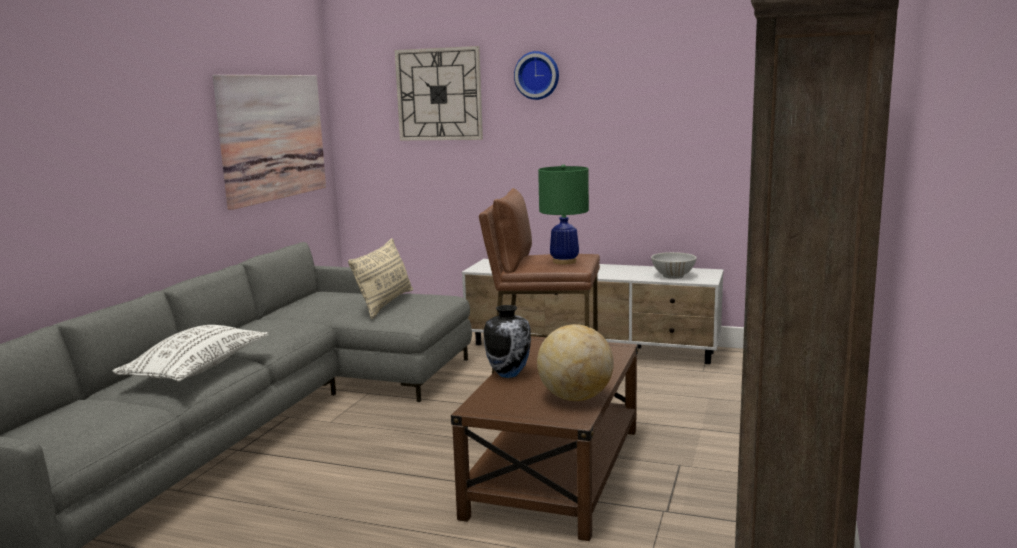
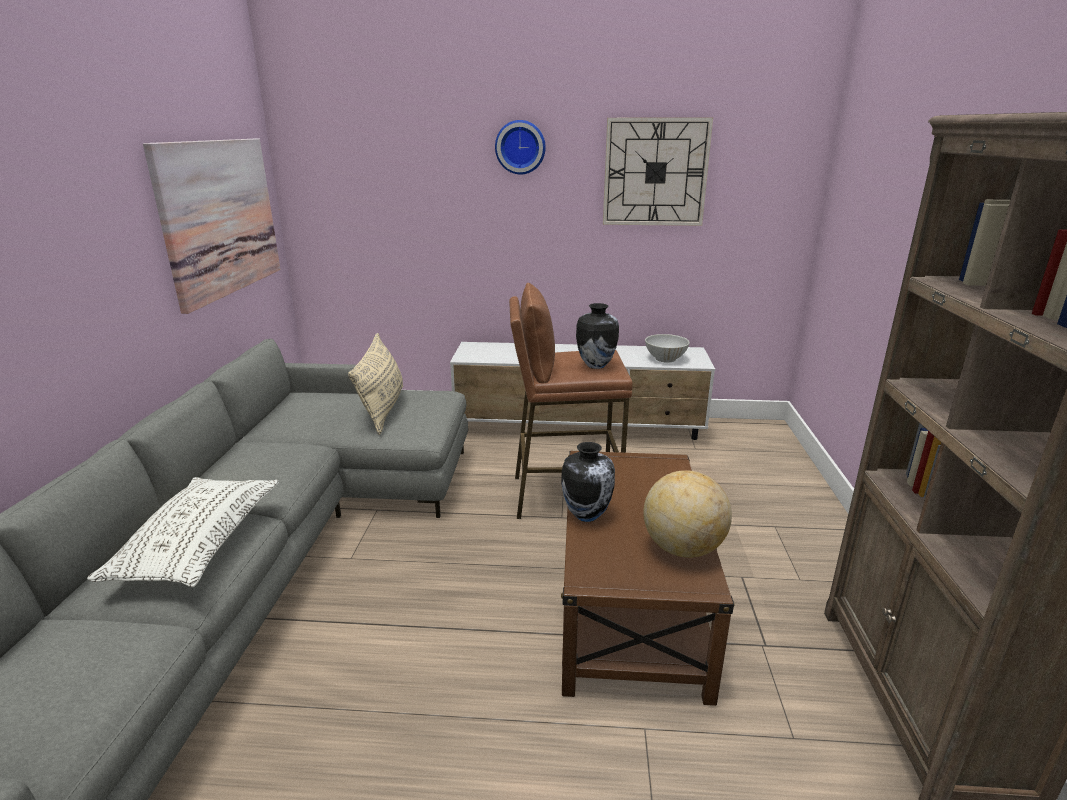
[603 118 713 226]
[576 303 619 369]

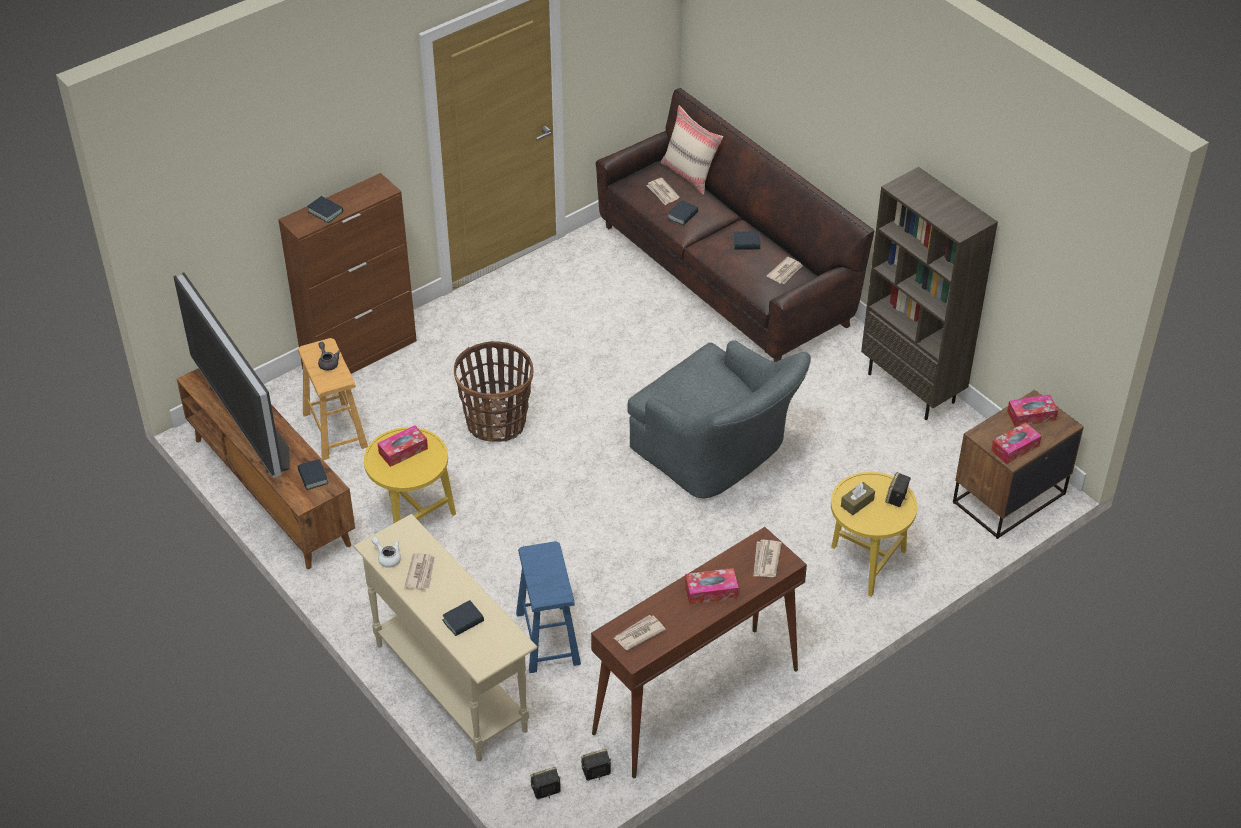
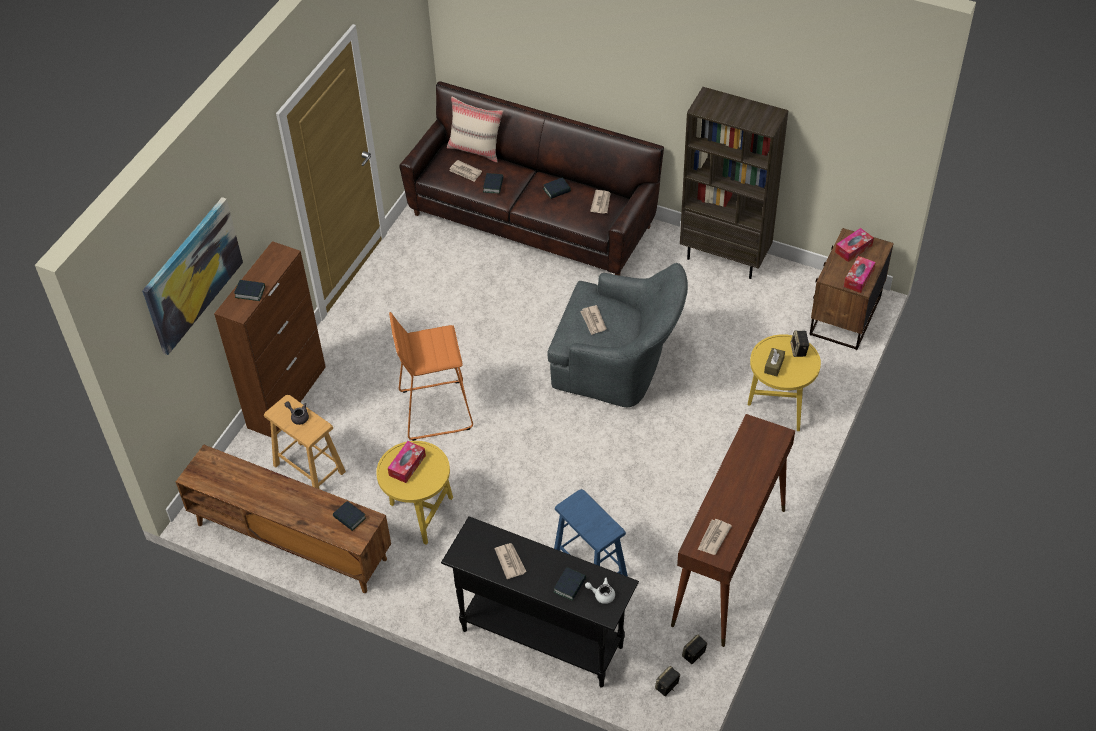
[174 272 290 478] (first image)
[389 312 473 441]
[441 516 639 688]
[585 577 615 604]
[580 305 607 335]
[685 568 739 604] (first image)
[142 197 243 355]

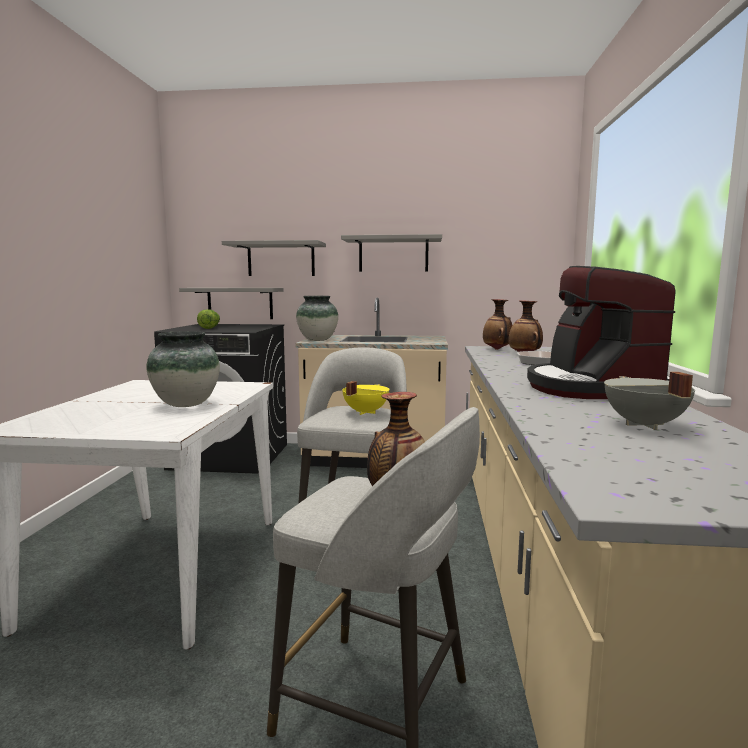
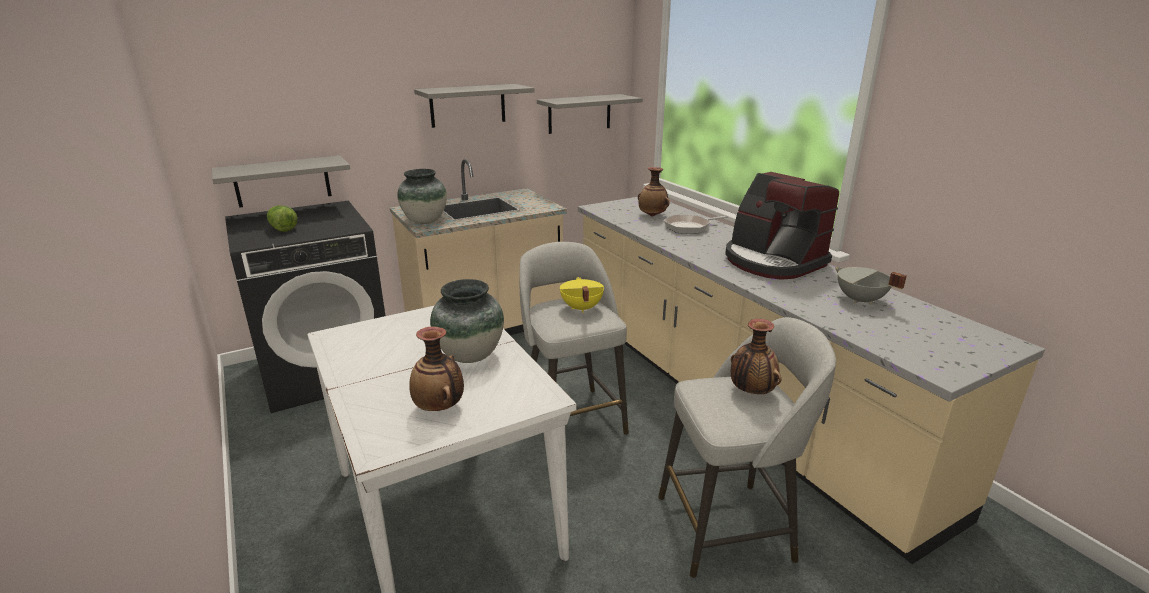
[537 94 643 134]
[409 326 464 411]

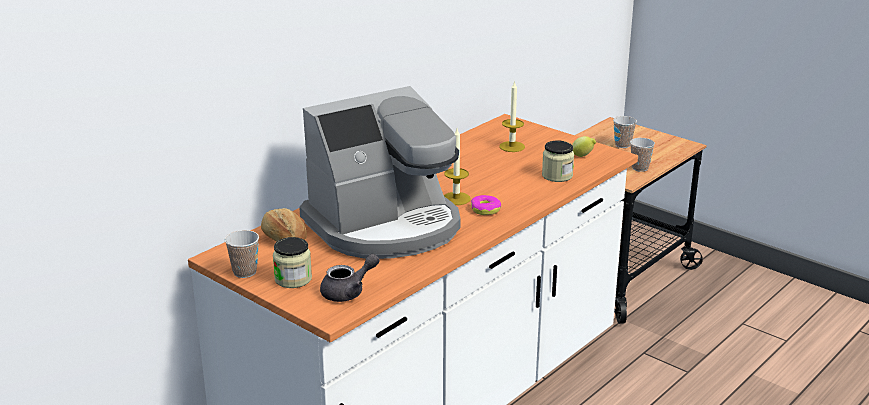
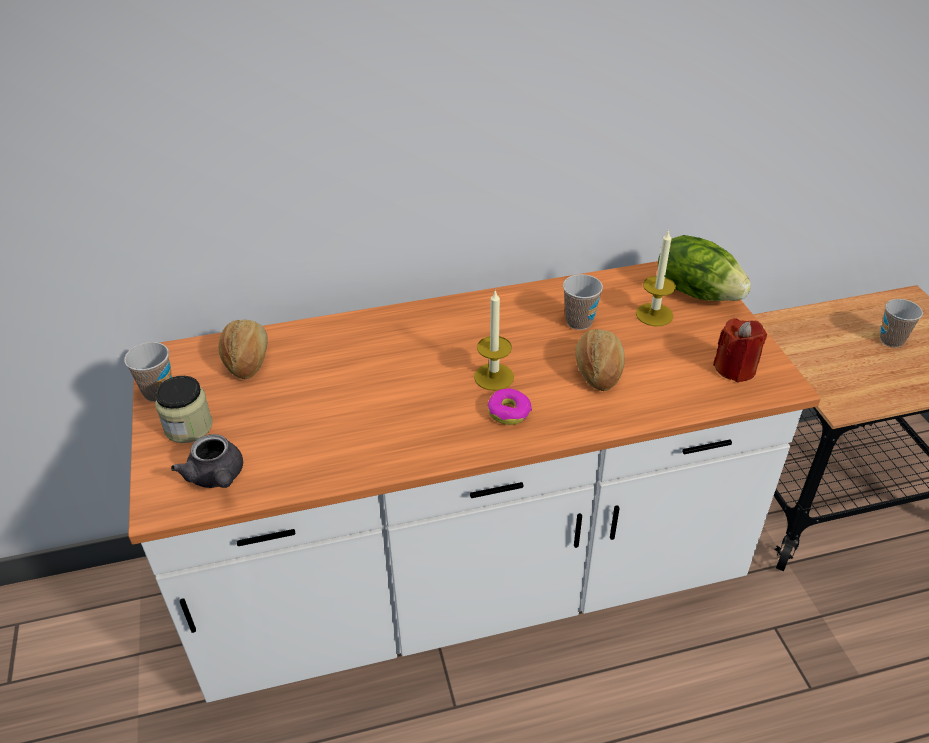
[299 86 460 259] (first image)
[713 318 767 382]
[563 274 603 330]
[542 141 574 182] (first image)
[171 434 243 488]
[658 235 751 301]
[575 329 625 391]

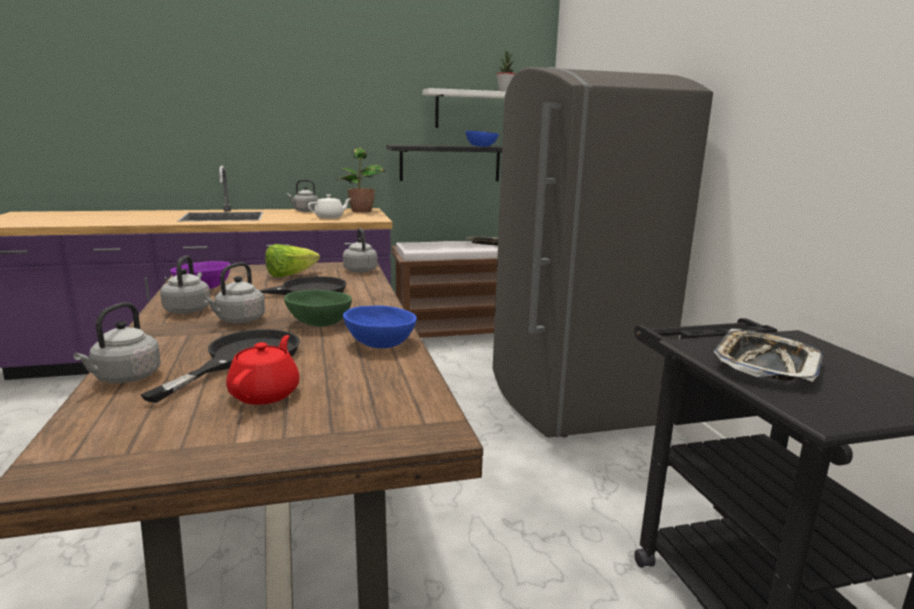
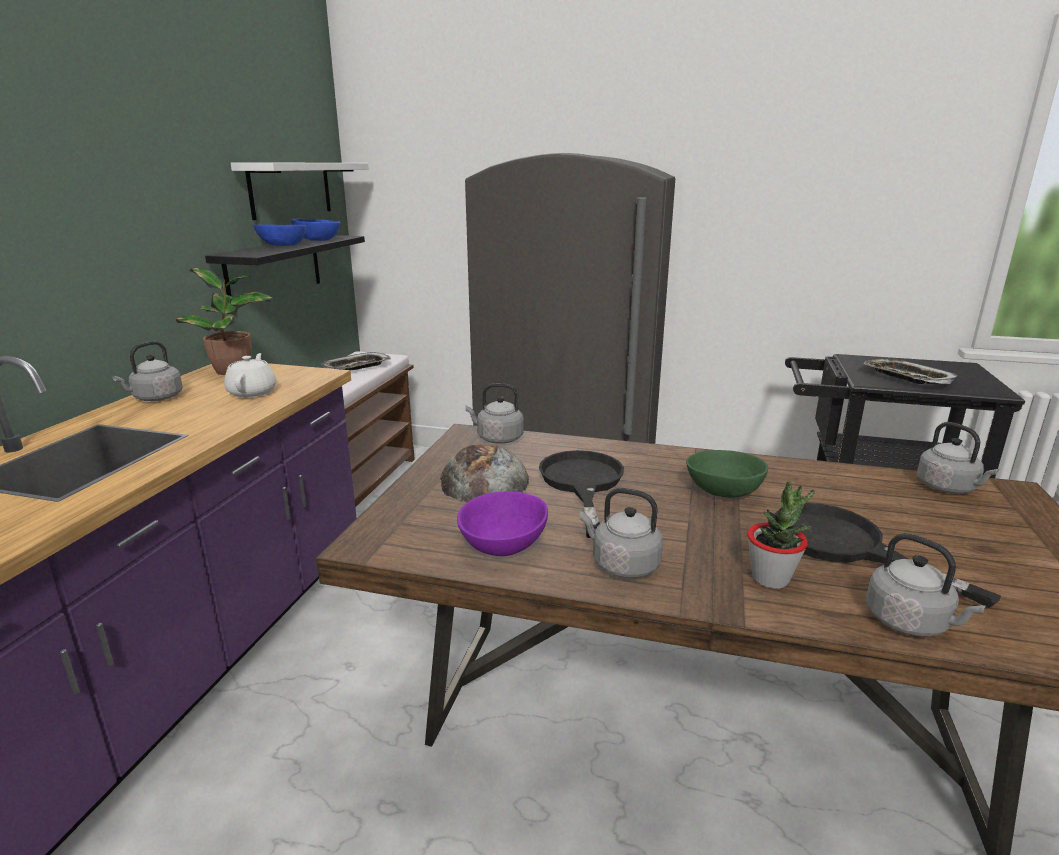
[747 481 815 589]
[440 445 529 502]
[917 422 999 494]
[253 224 306 246]
[226 335 299 405] (first image)

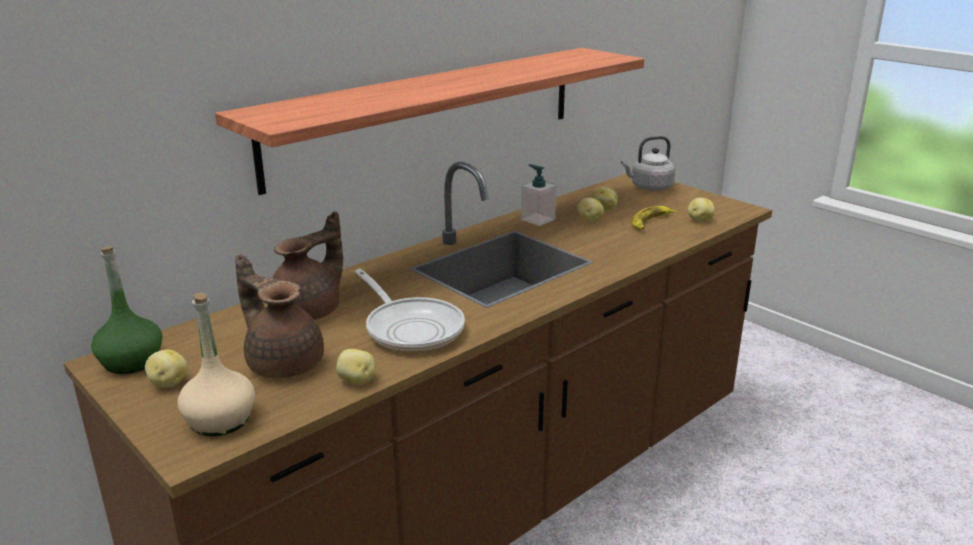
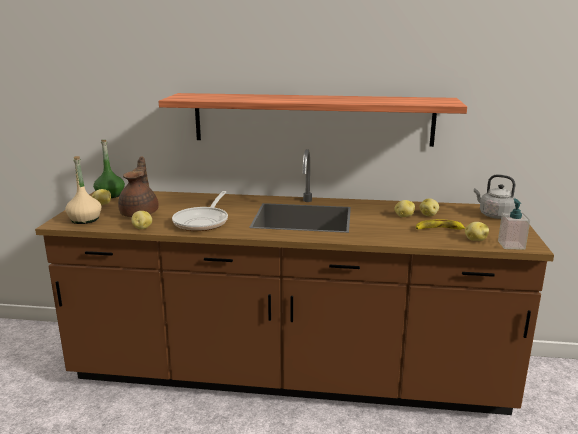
[498 198 530 250]
[273 211 343 320] (first image)

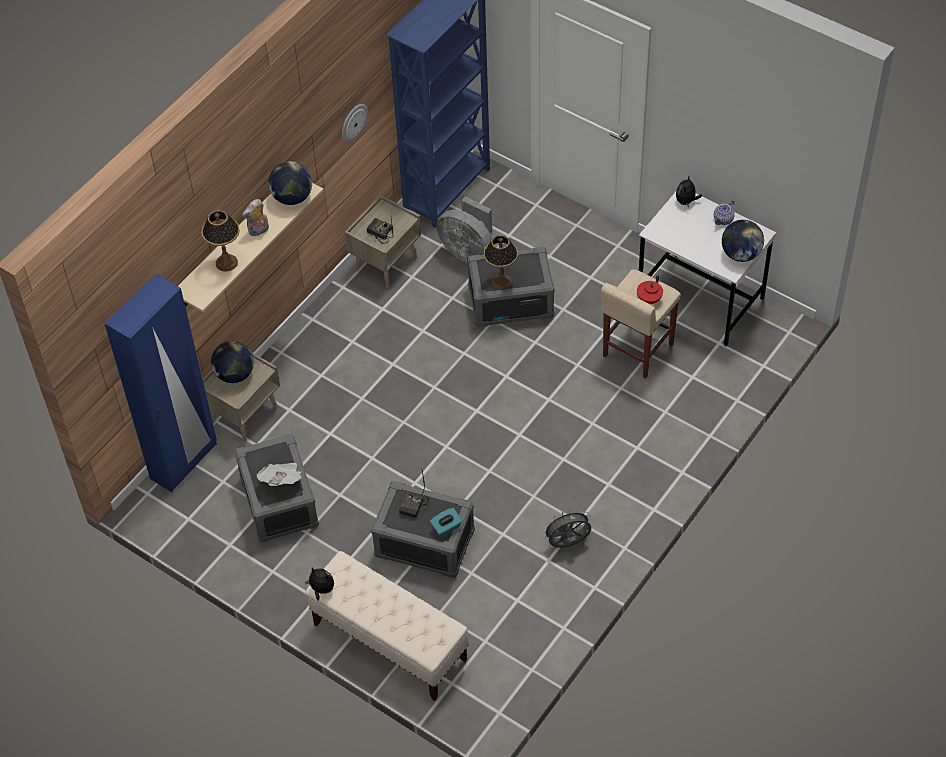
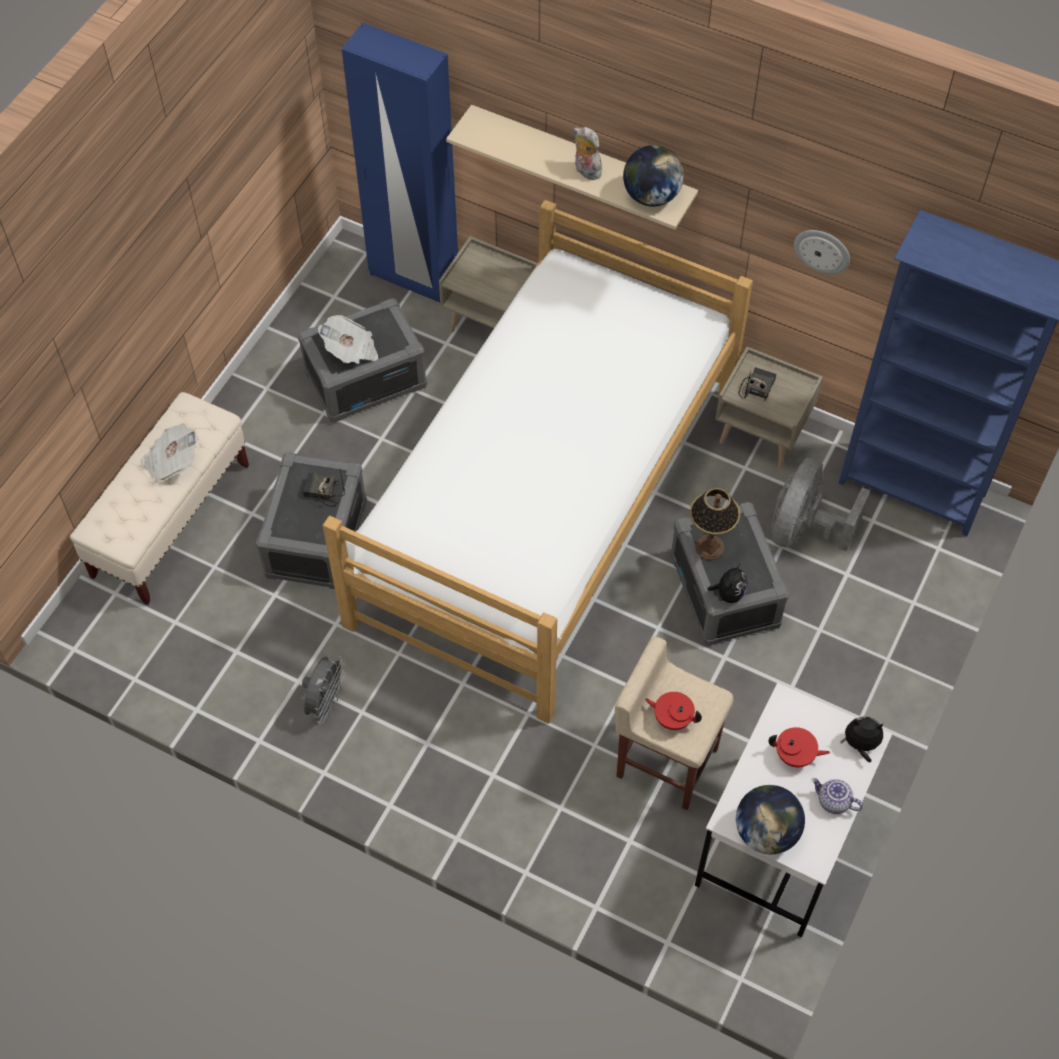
[201 210 240 272] (first image)
[211 341 254 383] (first image)
[430 508 462 537] (first image)
[302 656 346 724]
[708 564 747 603]
[322 200 753 724]
[141 423 199 483]
[768 727 830 767]

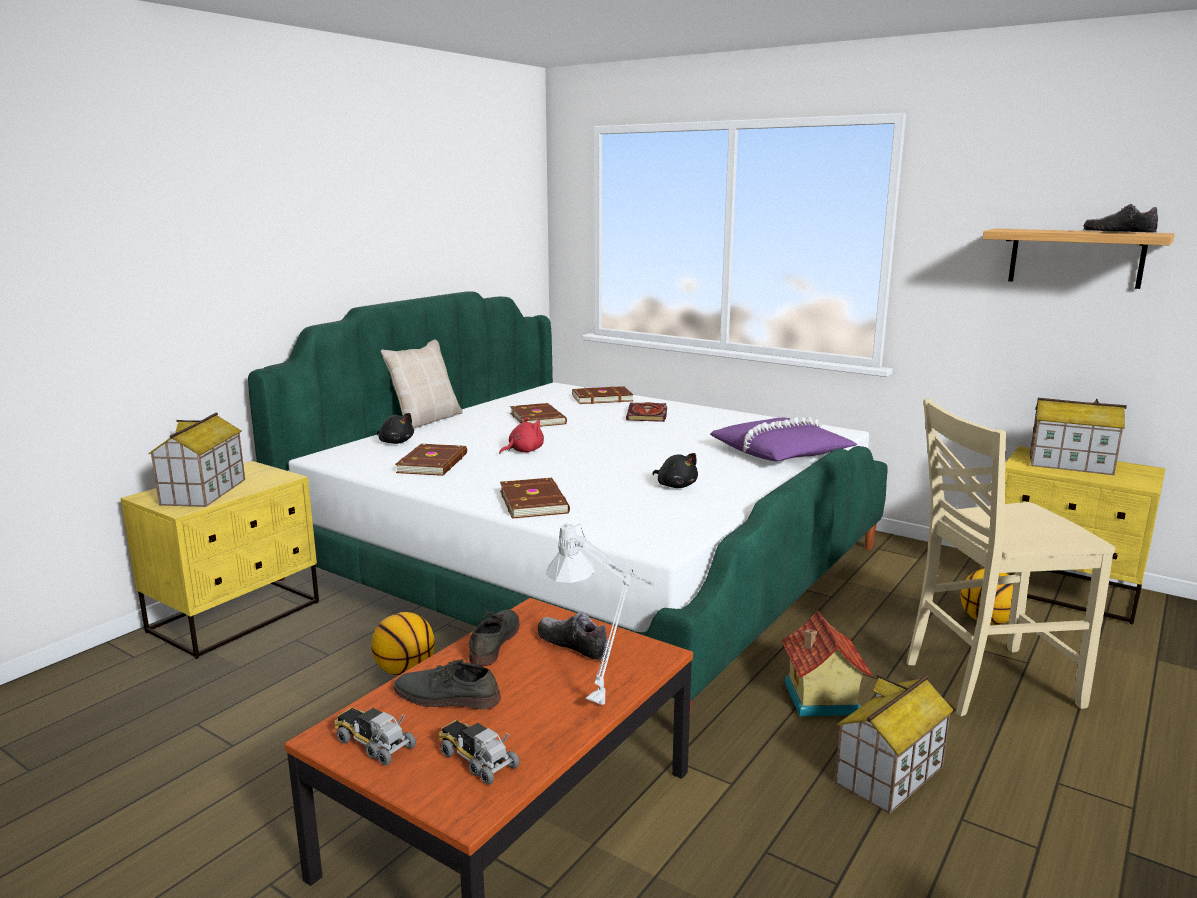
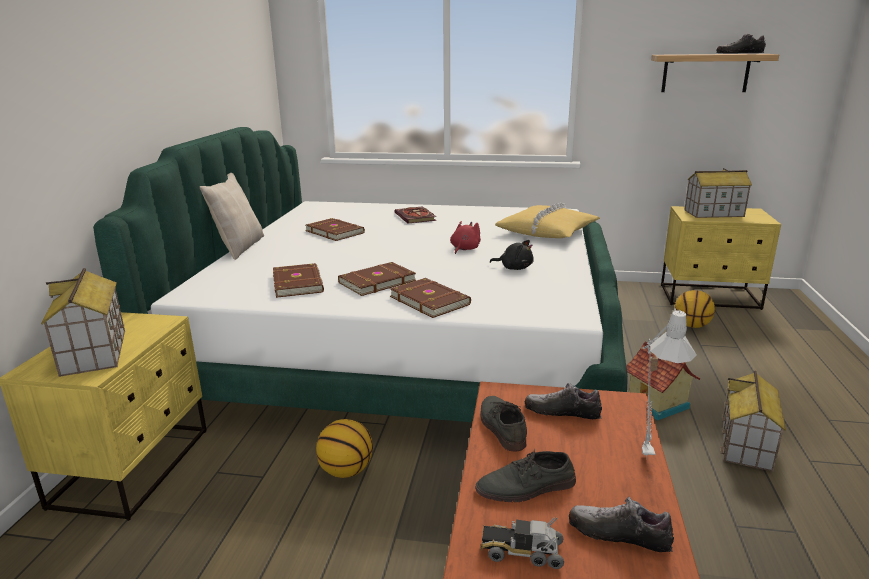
[338 262 416 296]
[907 399 1115 717] (first image)
[377 413 414 444] (first image)
[450 221 481 254]
[495 202 600 238]
[569 497 674 552]

